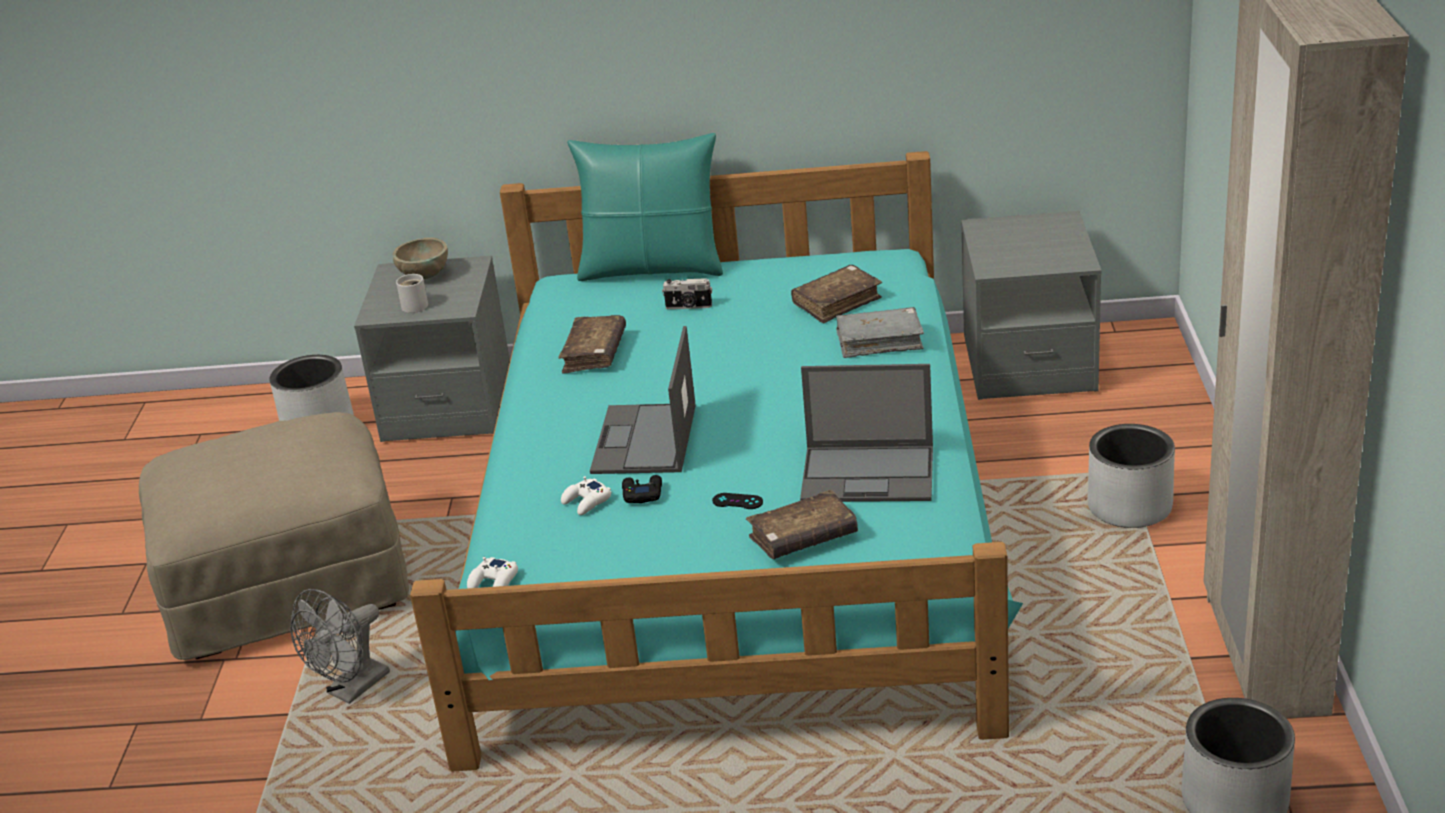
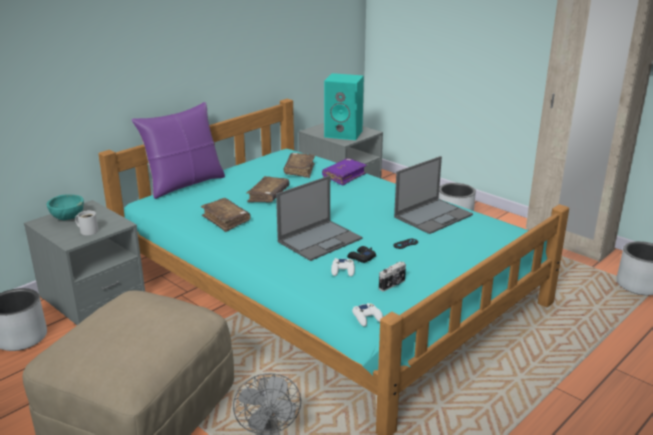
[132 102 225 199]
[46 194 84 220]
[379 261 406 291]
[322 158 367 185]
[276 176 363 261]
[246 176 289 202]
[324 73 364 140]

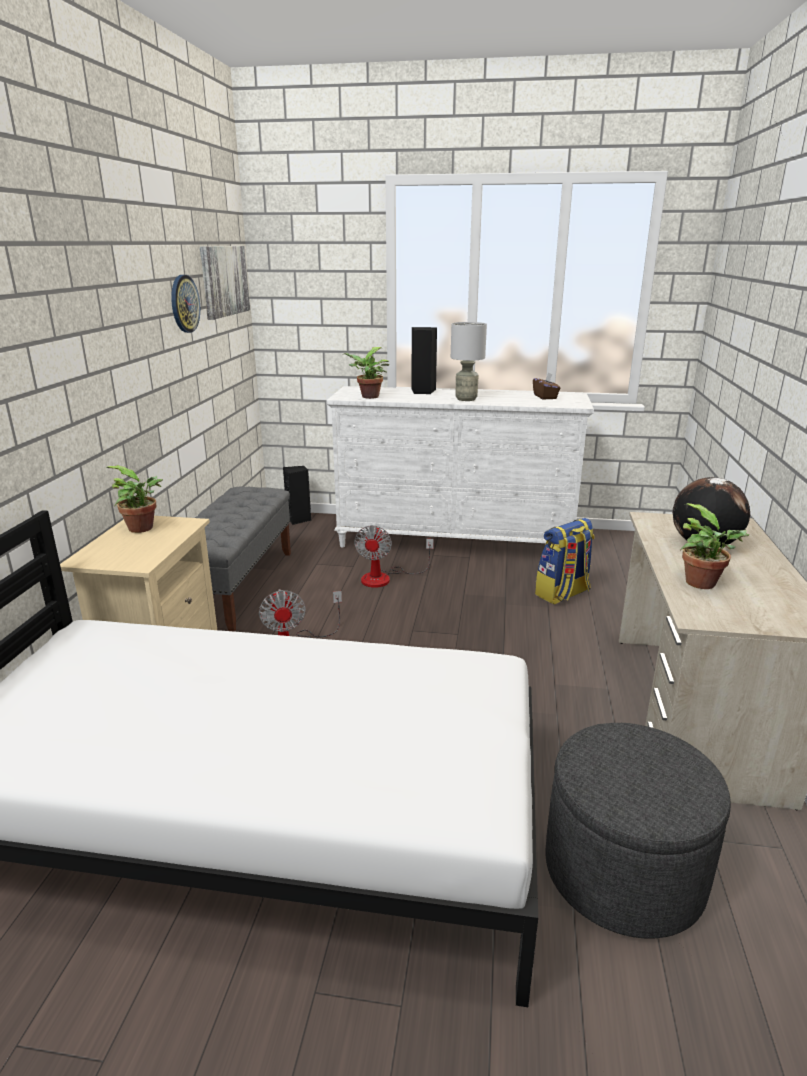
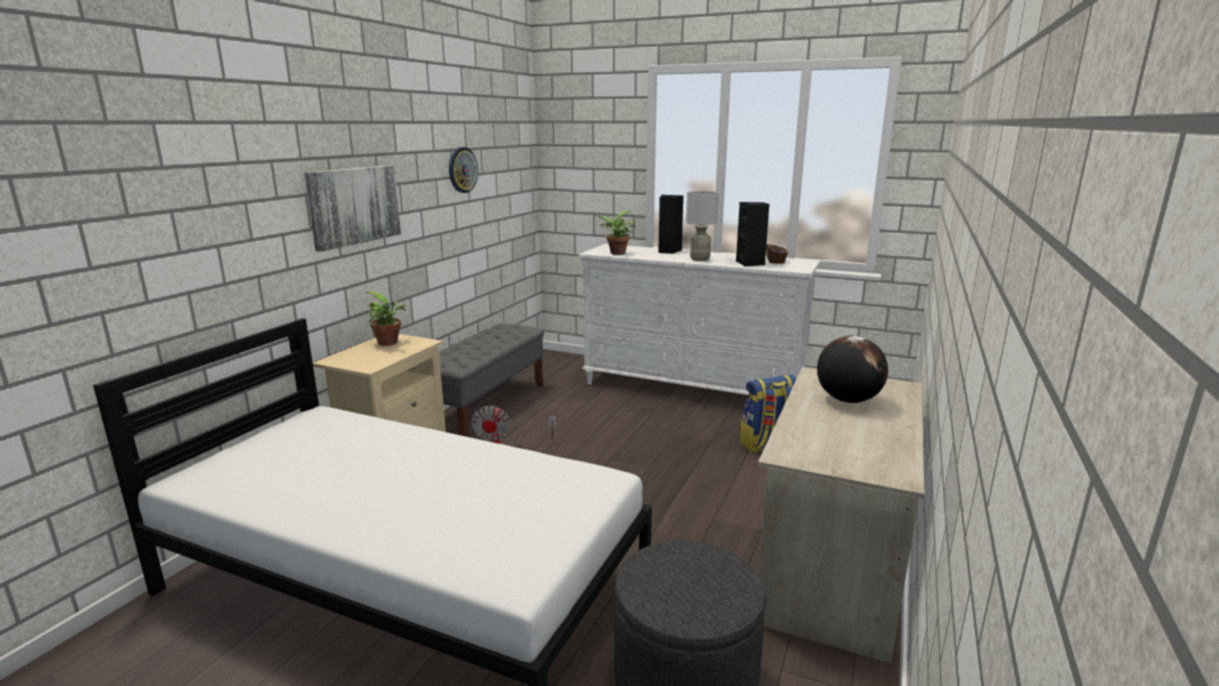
[305 165 401 252]
[736 202 769 267]
[680 503 749 589] (first image)
[354 525 434 588] (first image)

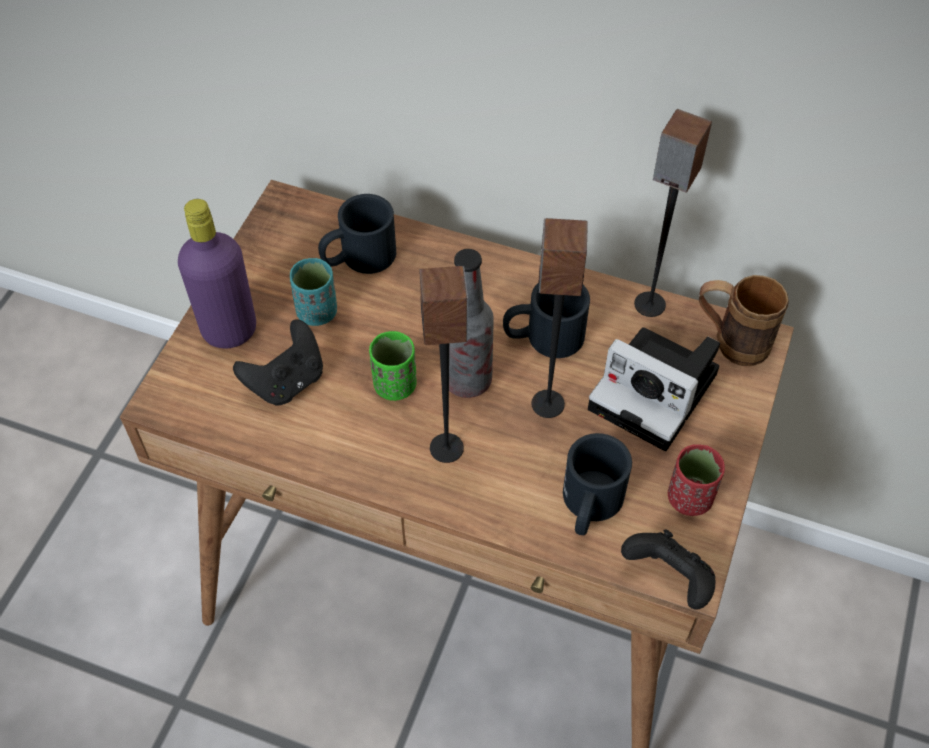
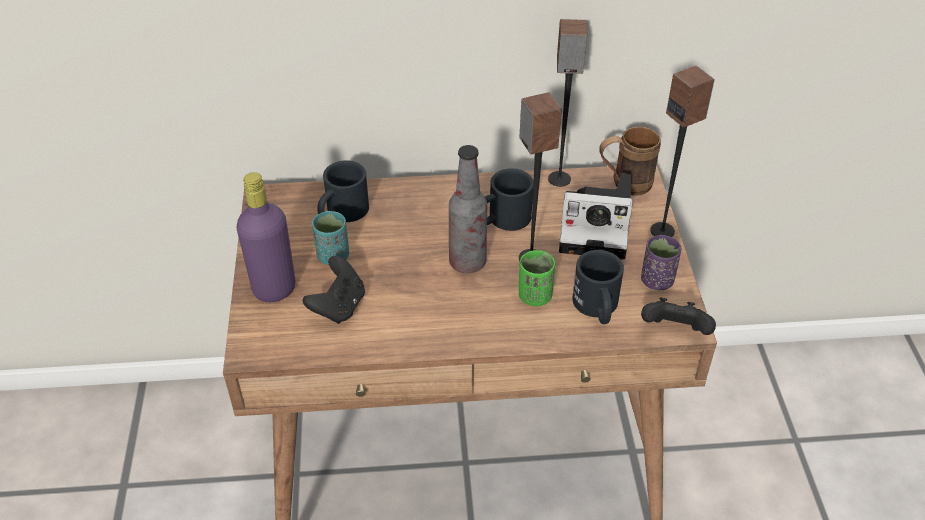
[650 66 715 237]
[519 250 555 306]
[641 235 681 290]

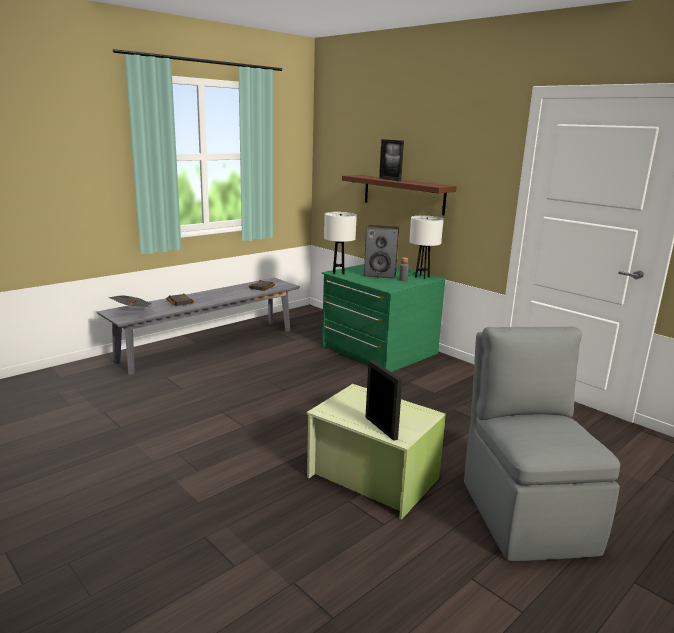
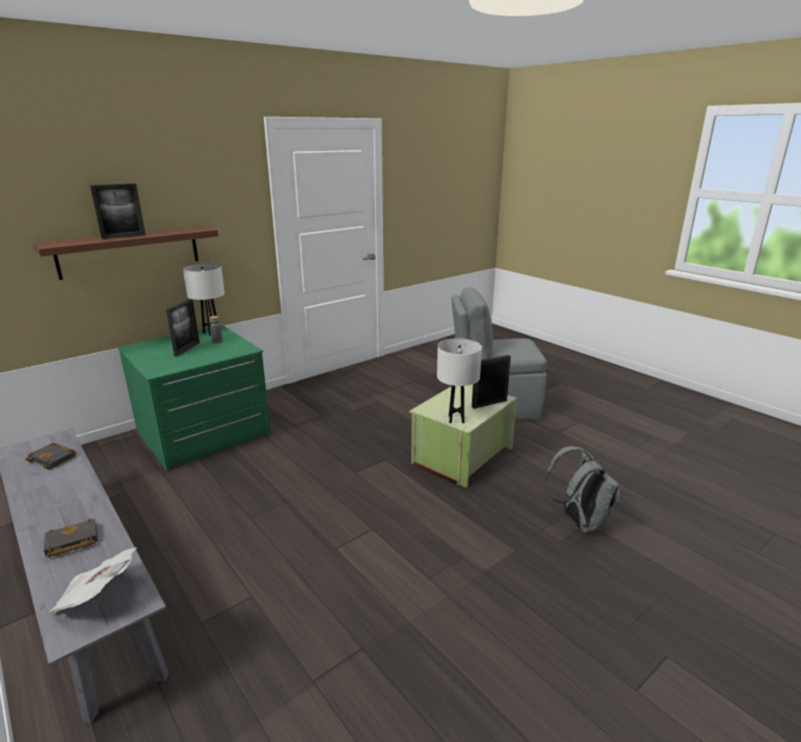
[437 338 482 423]
[166 299 200 357]
[545 446 621 533]

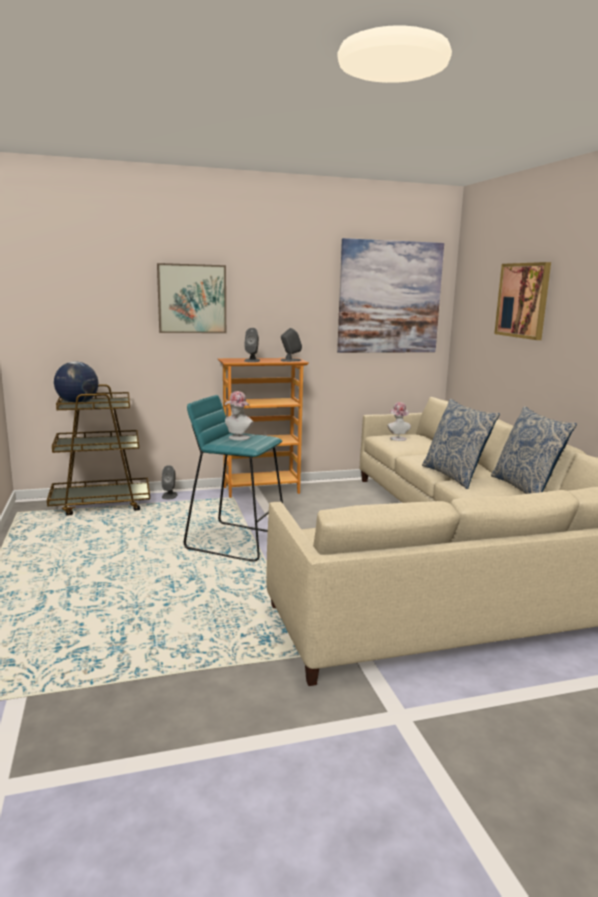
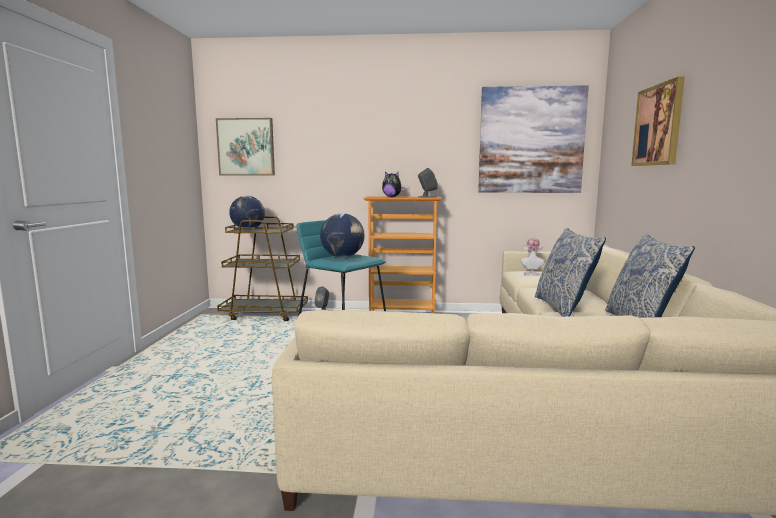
[216 118 275 175]
[382 172 405 197]
[320 213 365 258]

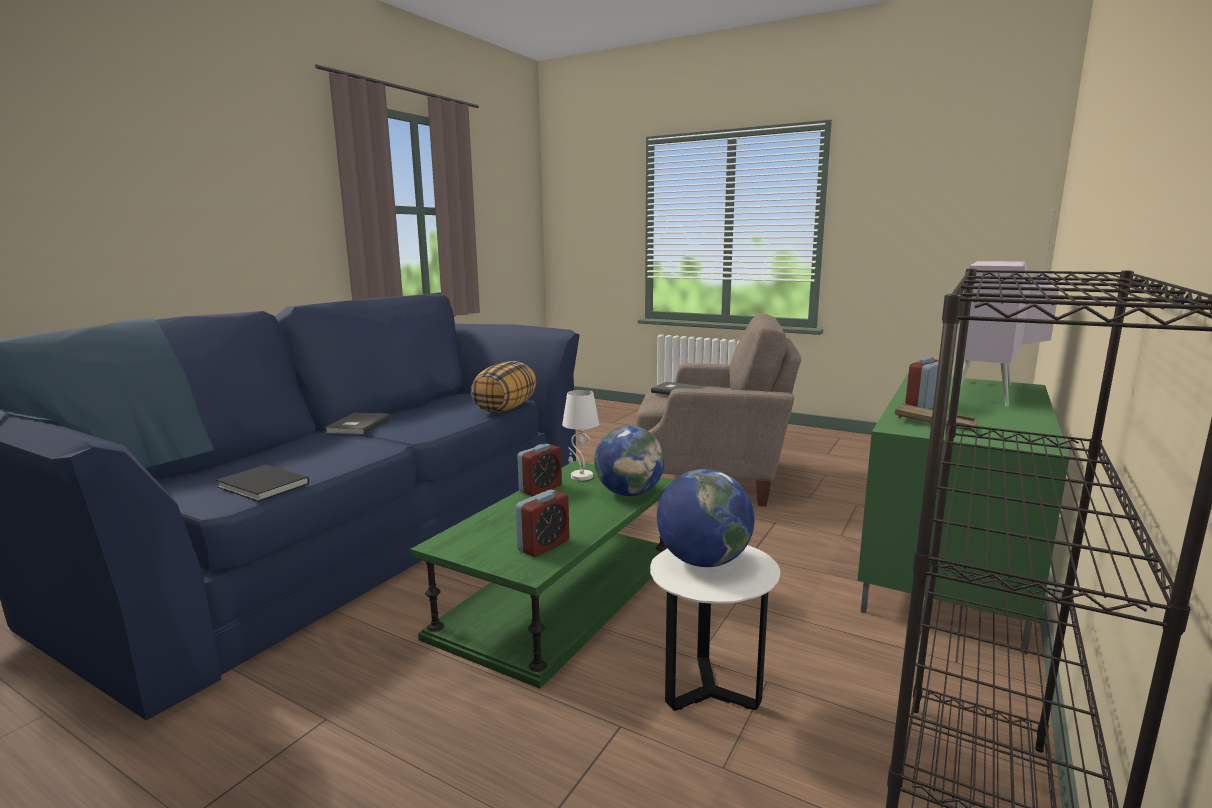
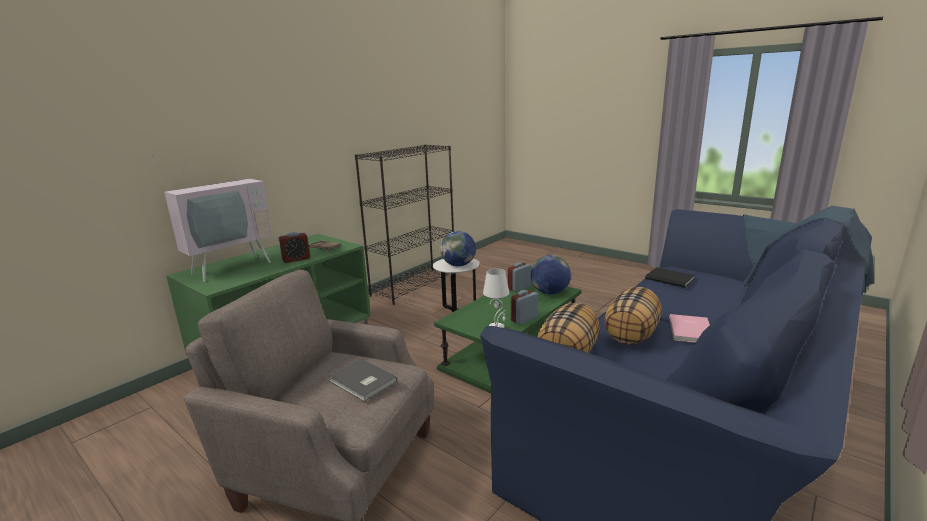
[669 314 710 343]
[531 255 571 295]
[604 287 662 345]

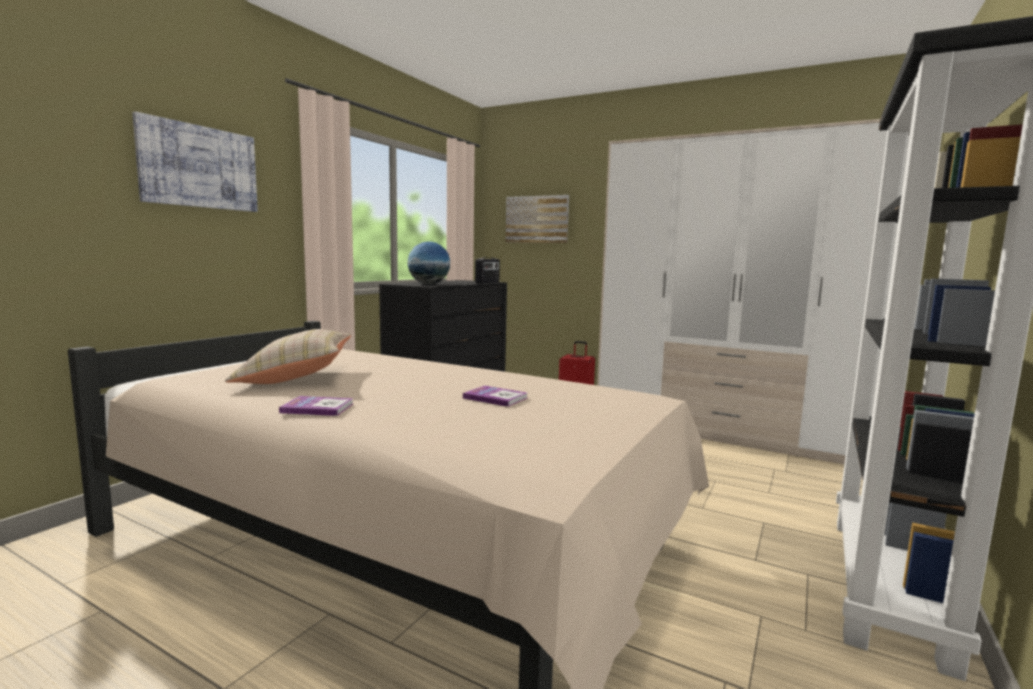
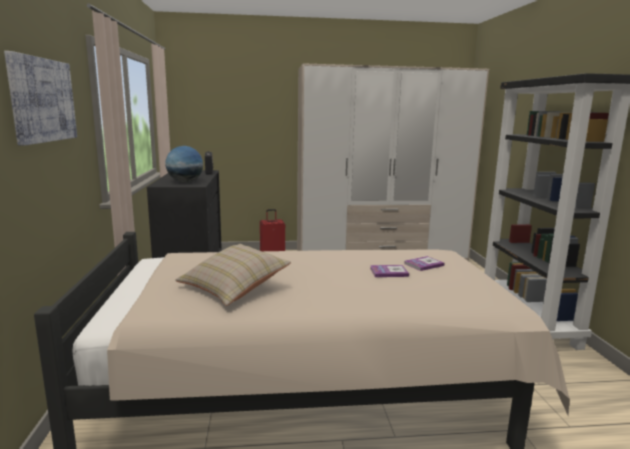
[506 195 569 243] (first image)
[404 256 444 271]

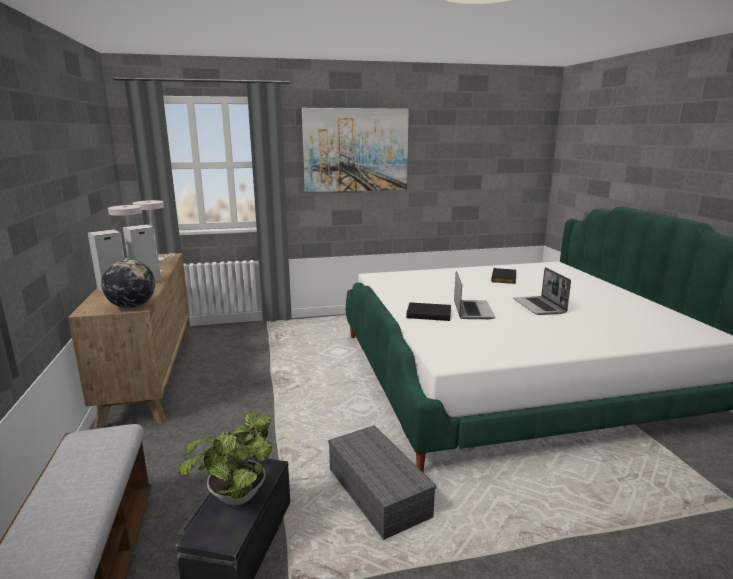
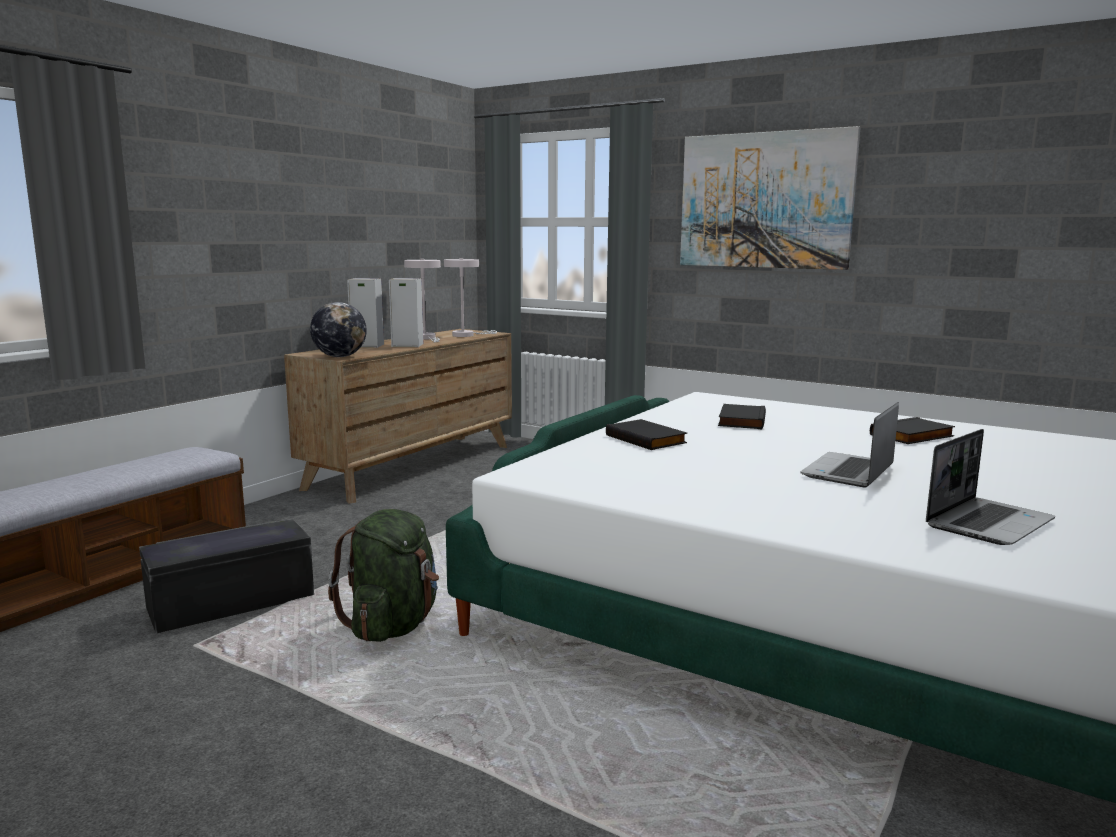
[926 429 1055 545]
[178 411 272 506] (first image)
[328 509 439 642]
[718 404 766 429]

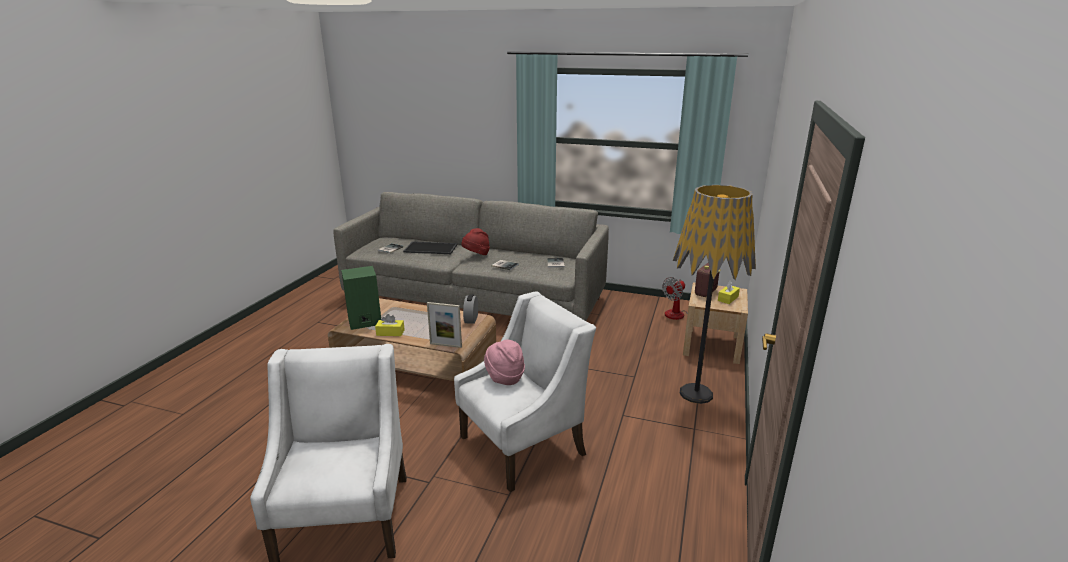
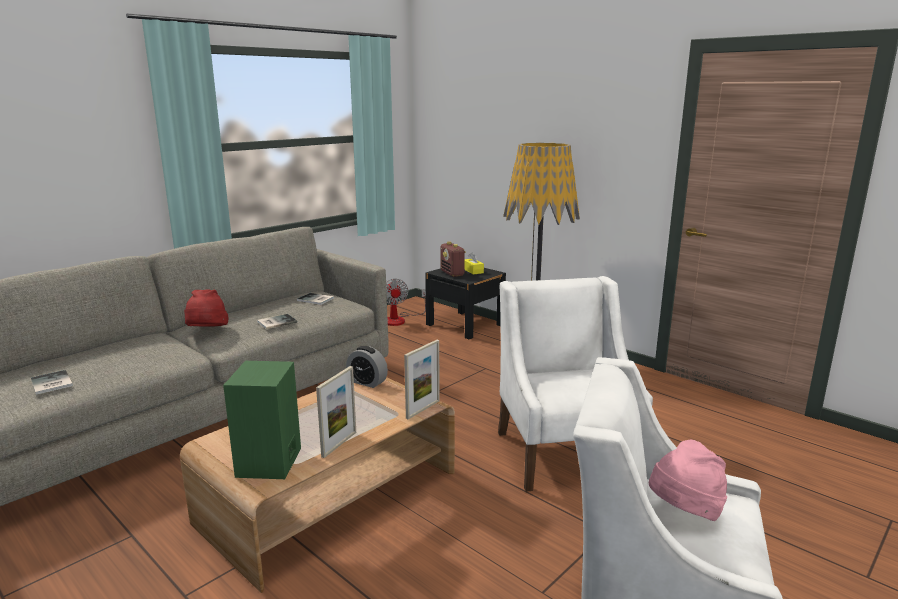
[403 241 458 254] (first image)
[425 268 506 339]
[316 366 356 458]
[649 440 727 521]

